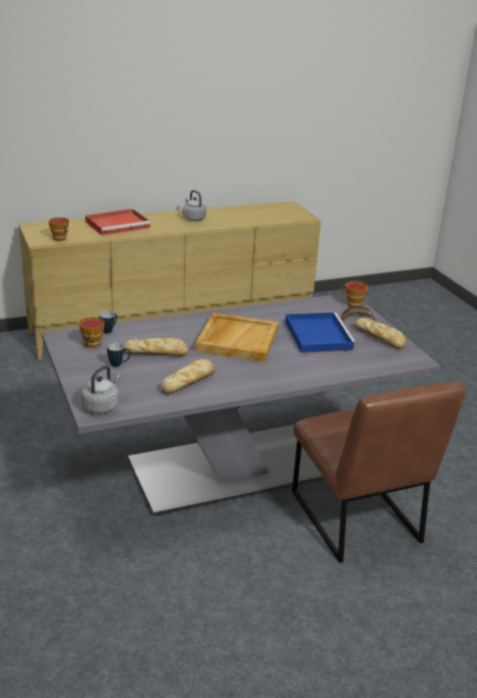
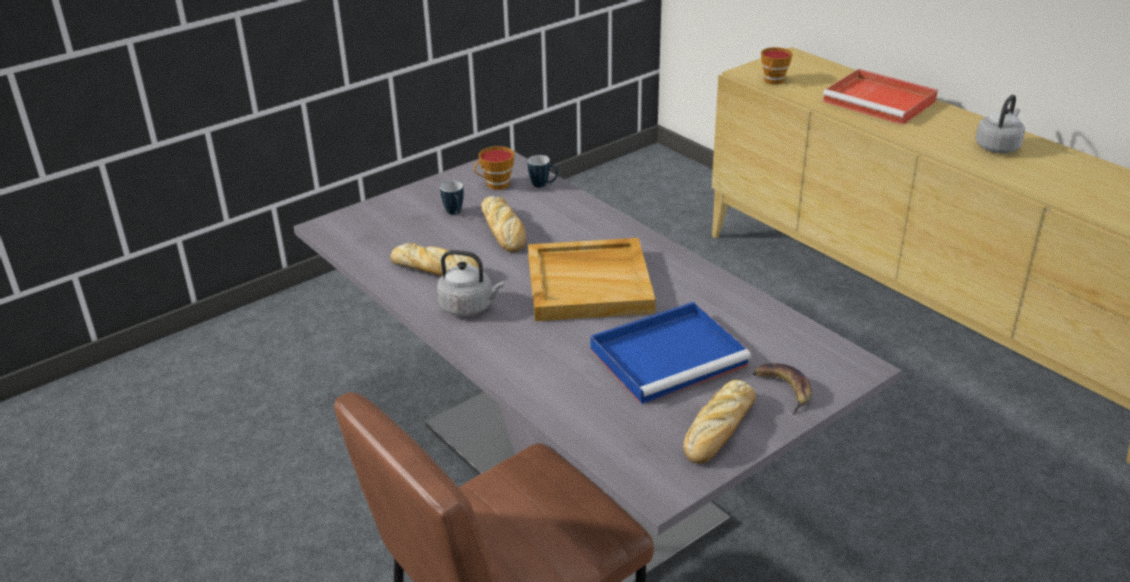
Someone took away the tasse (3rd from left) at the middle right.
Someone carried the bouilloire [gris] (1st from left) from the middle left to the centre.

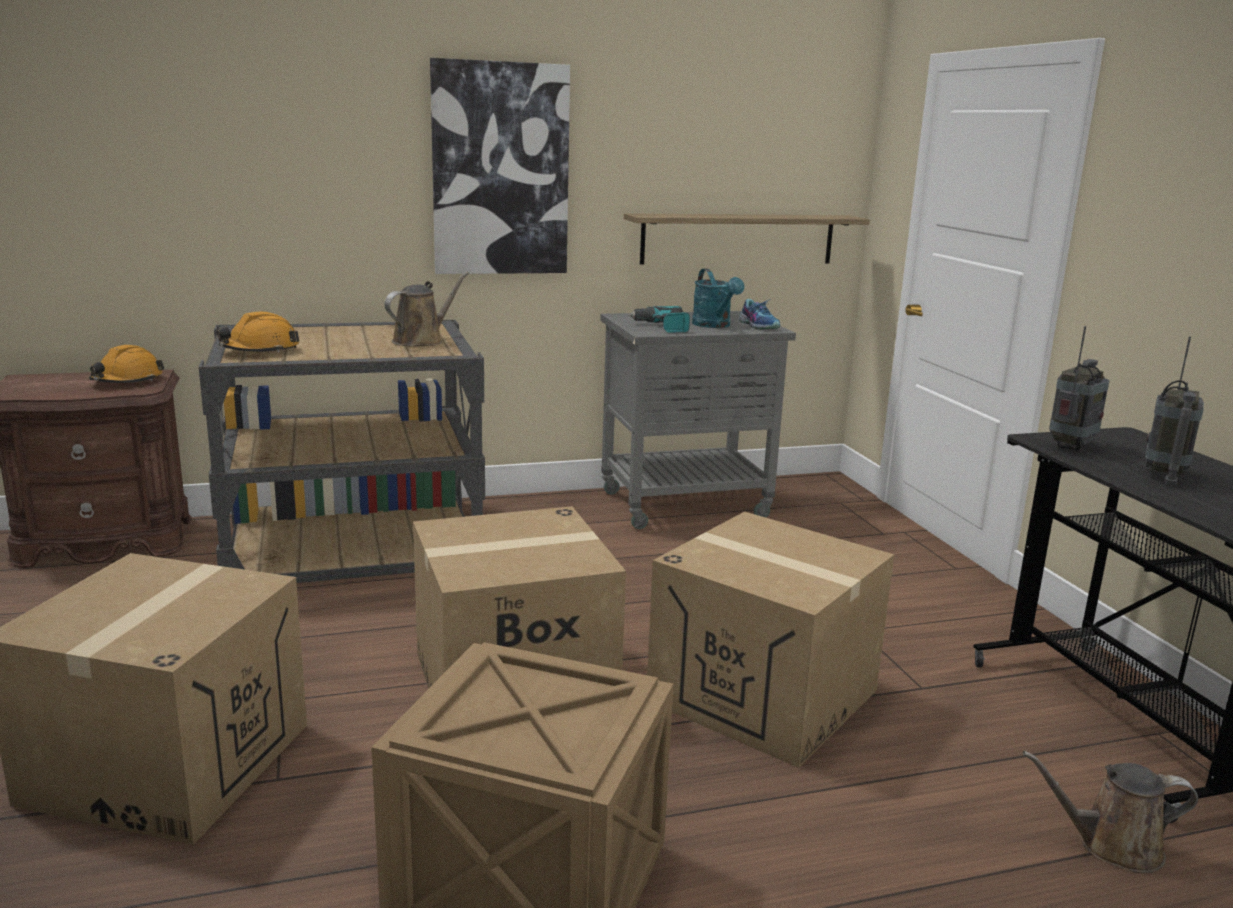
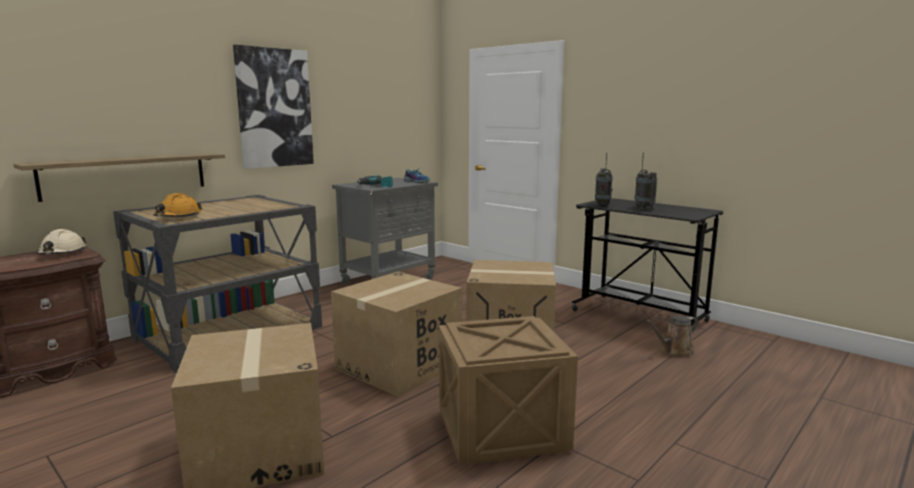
Someone took away the arrosoir [marron] (1st from left) at the centre.
Someone took away the arrosoir [turquoise] at the top centre.
Someone carried the étagère from the top centre to the middle left.
Someone repainted the casque de chantier [orange] (1st from left) at the middle left, which became the casque de chantier [beige] at the middle left.

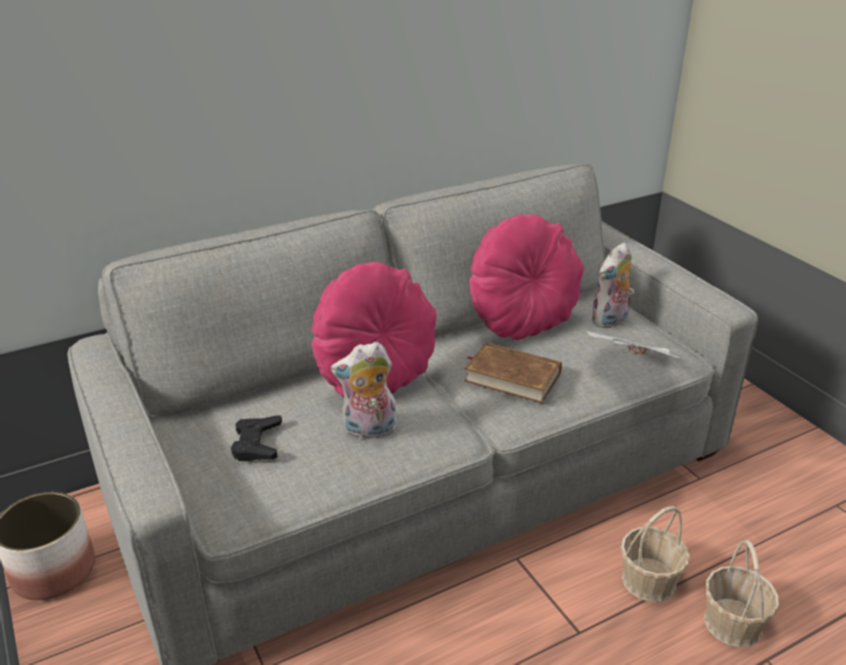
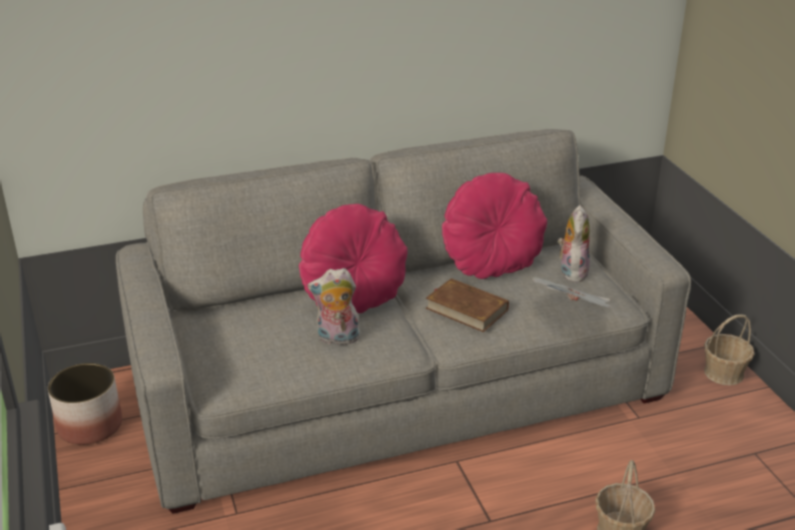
Someone took away the manette [noir] at the middle left.
Someone carried the panier (1st from left in the first image) from the bottom right to the middle right.
Someone rotated the peluche (2nd from left) at the middle right by 135 degrees clockwise.

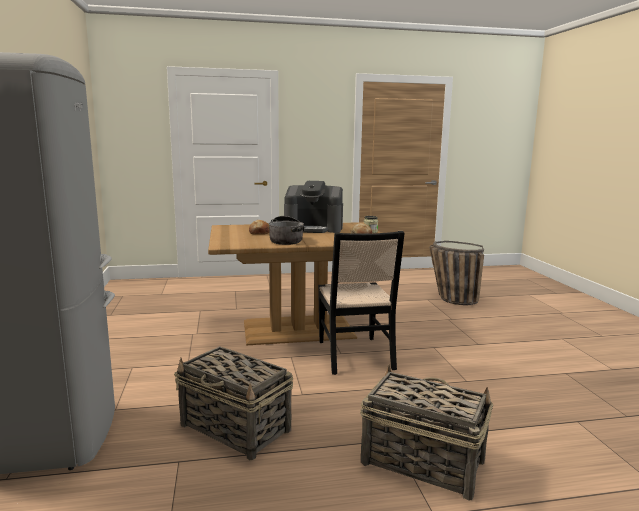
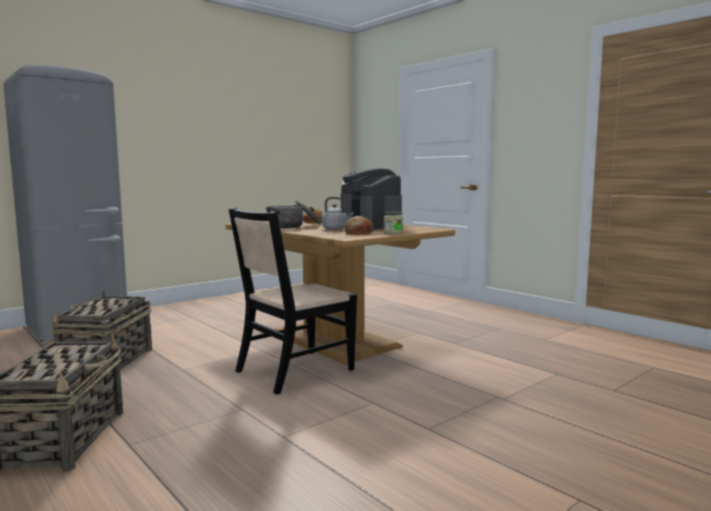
Someone took away the panier (3rd from left) at the middle right.
Someone put down the bouilloire [gris] at the centre.

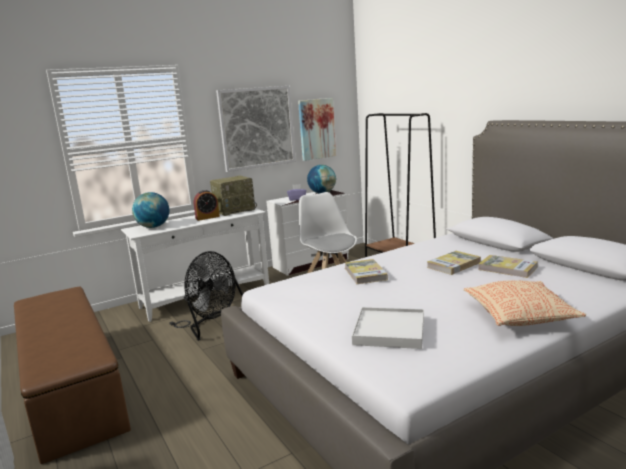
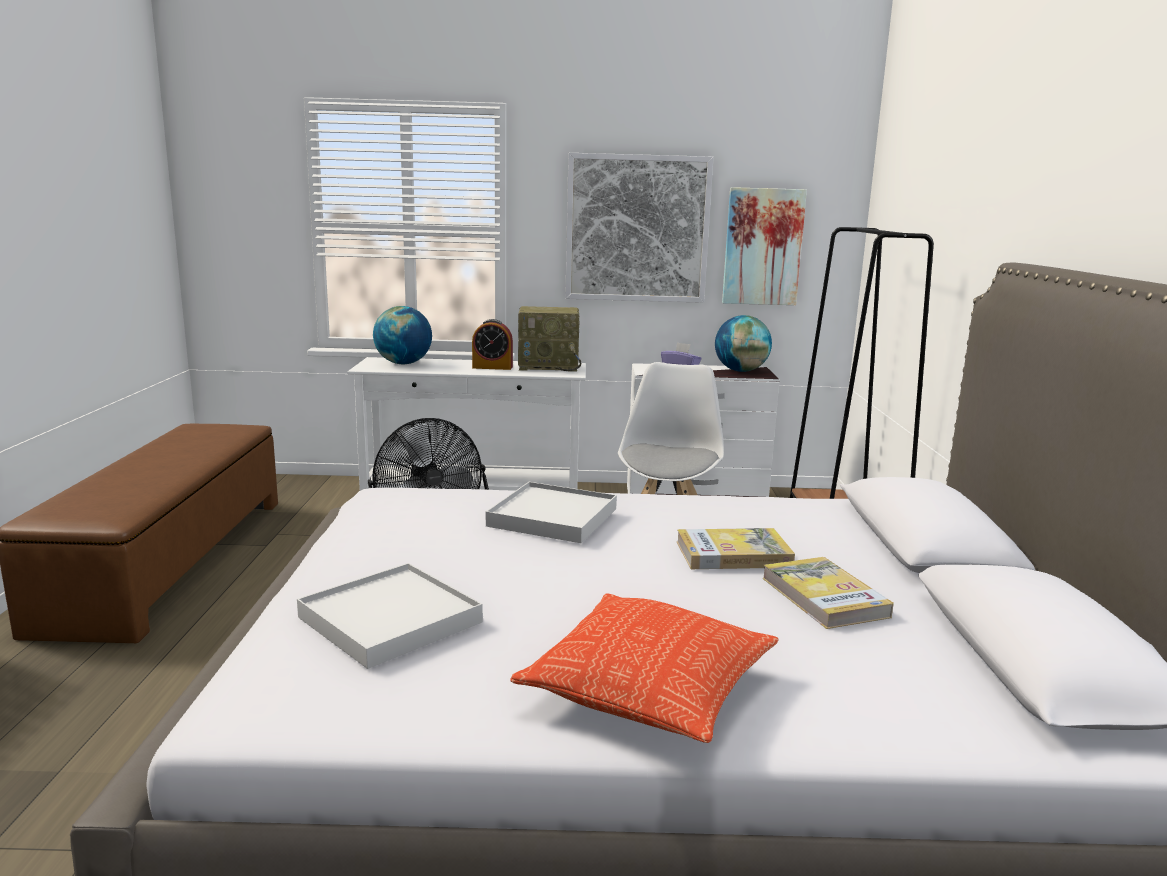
Someone swapped the livre (1st from left) at the centre for the plateau [blanc] (2nd from left) at the centre.
Someone repainted the coussin [beige] at the middle right, which became the coussin [orange] at the bottom centre.

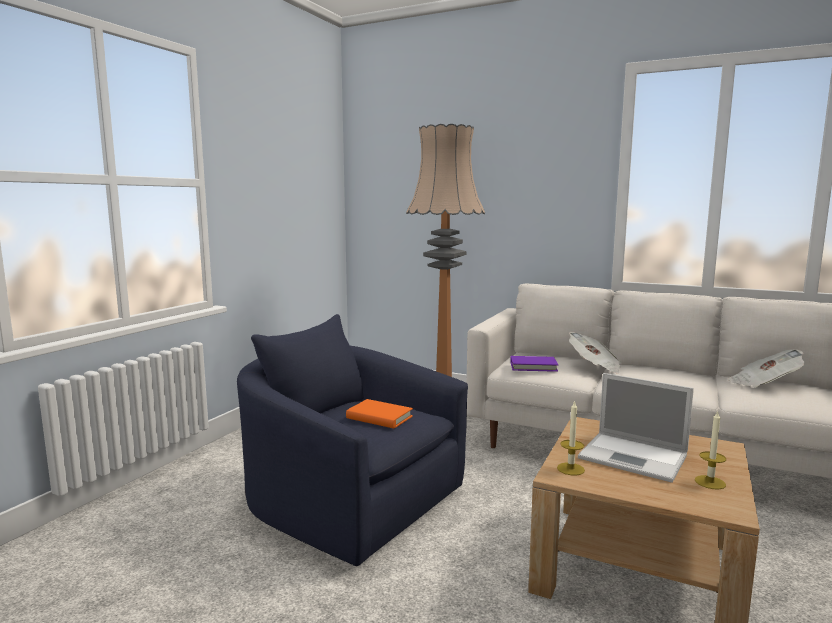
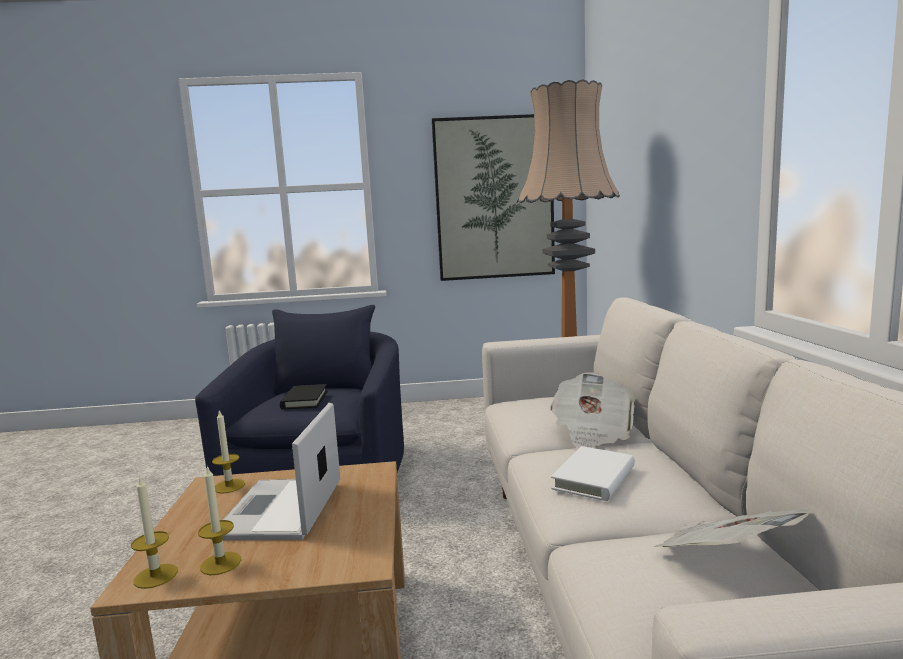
Someone took away the livre [violet] at the centre.
Someone put down the bougie (1st from left) at the bottom left.
Someone put up the tableau at the top centre.
Someone put down the livre [blanc] at the bottom centre.
Someone repainted the livre [orange] at the centre, which became the livre [noir] at the centre.

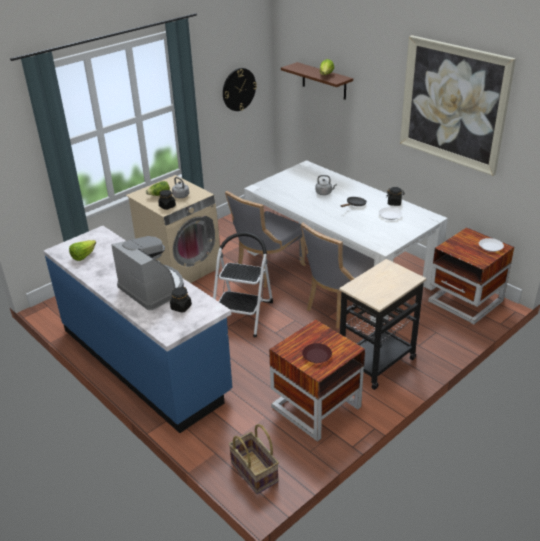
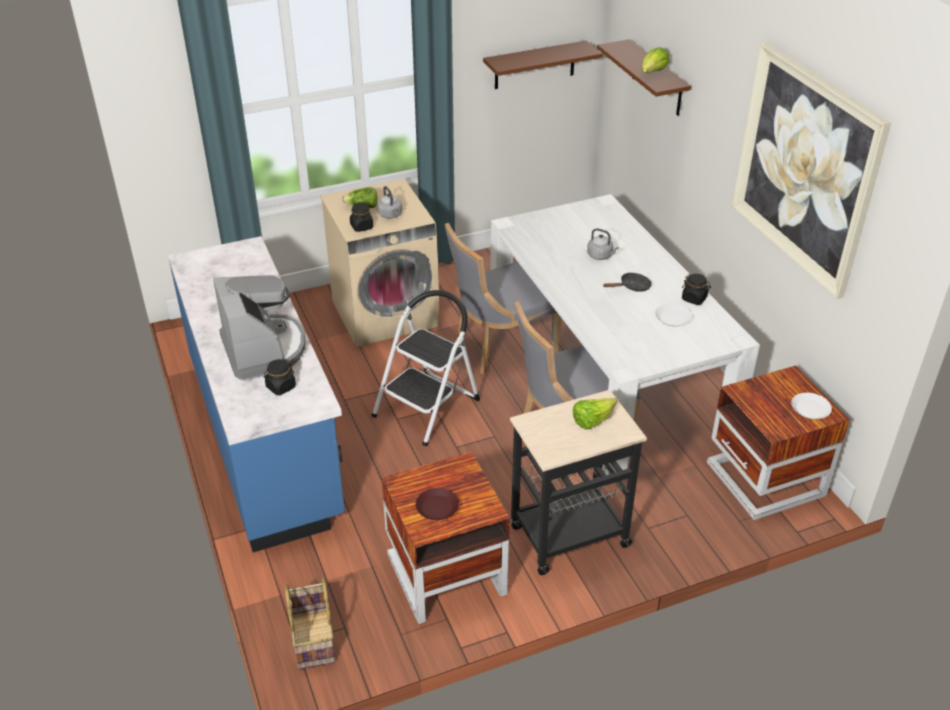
Someone carried the laitue (1st from left in the first image) from the middle left to the centre.
Someone swapped the horloge murale at the top centre for the étagère [marron] (1st from left) at the top centre.

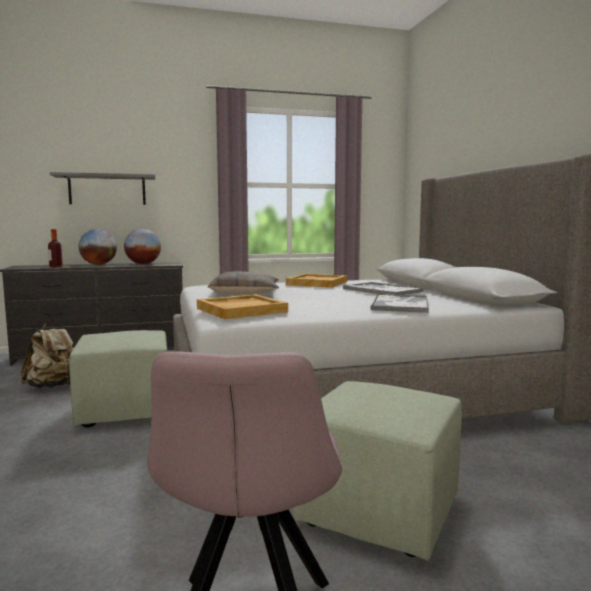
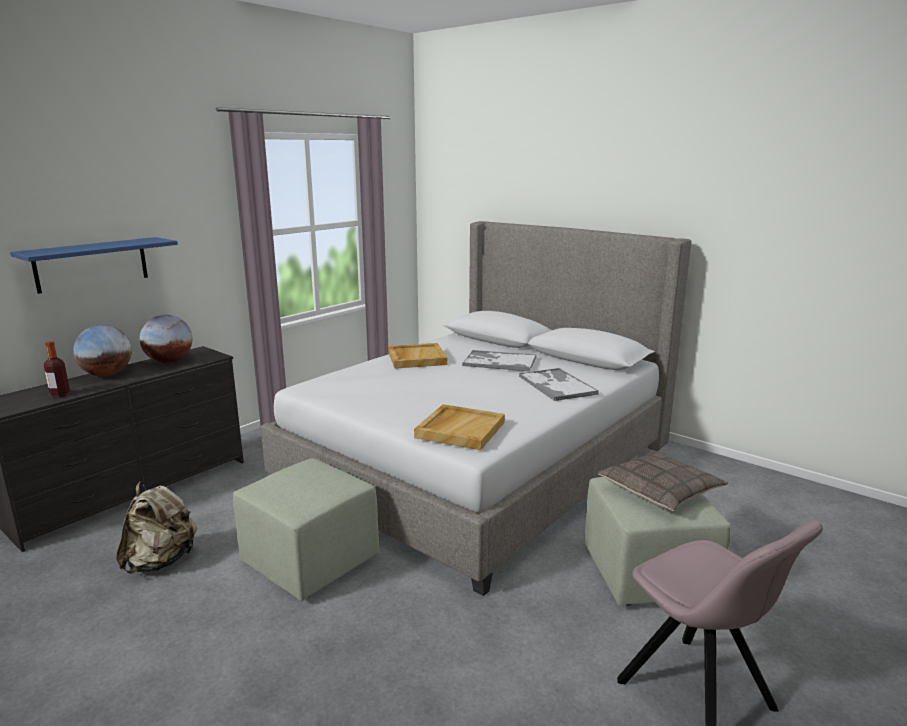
Someone carried the coussin from the centre to the middle right.
Someone repainted the étagère [gris] at the top left, which became the étagère [bleu] at the middle left.

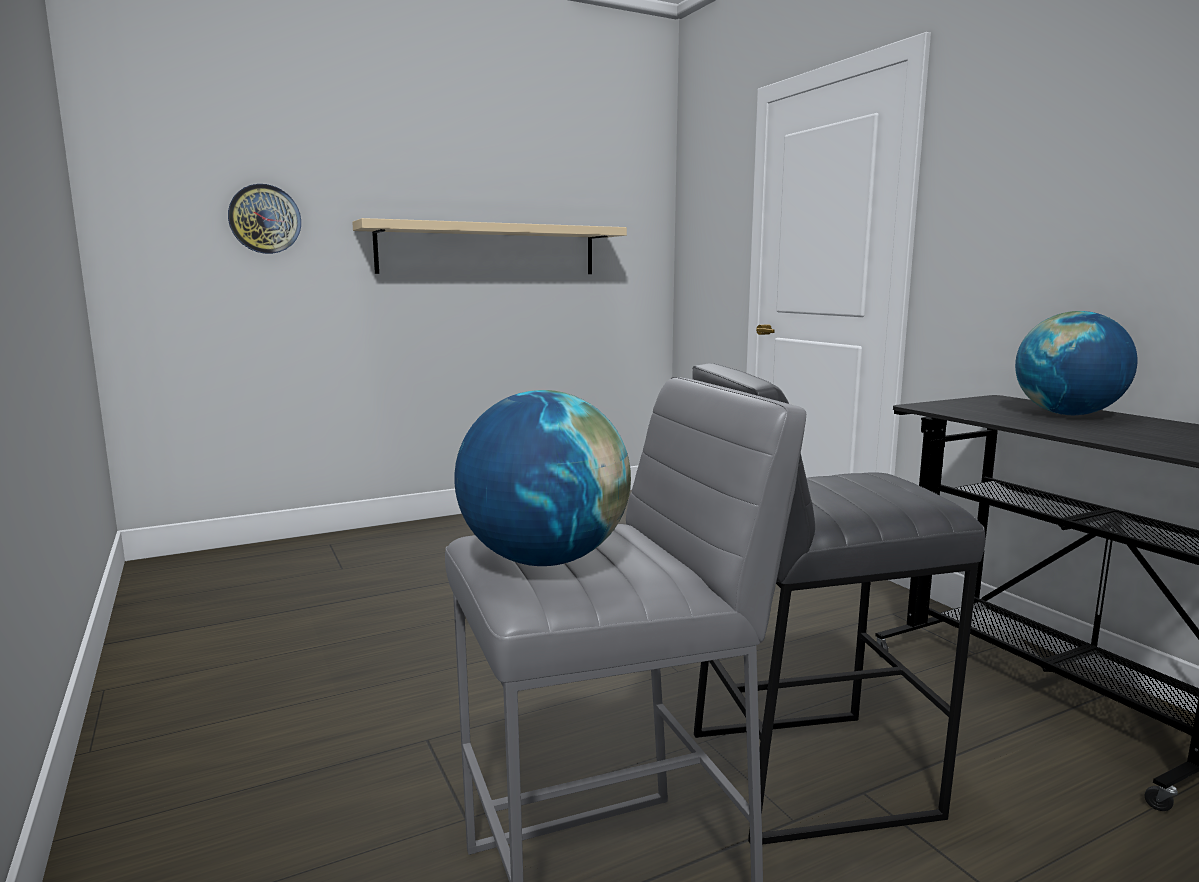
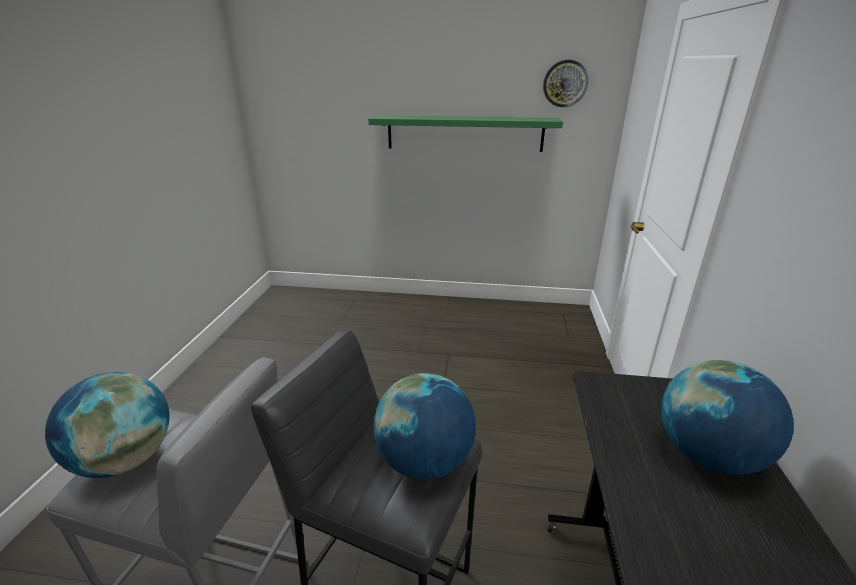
Someone put down the globe (2nd from left) at the bottom centre.
Someone carried the horloge murale from the top left to the top centre.
Someone repainted the étagère [beige] at the top centre, which became the étagère [vert] at the top centre.

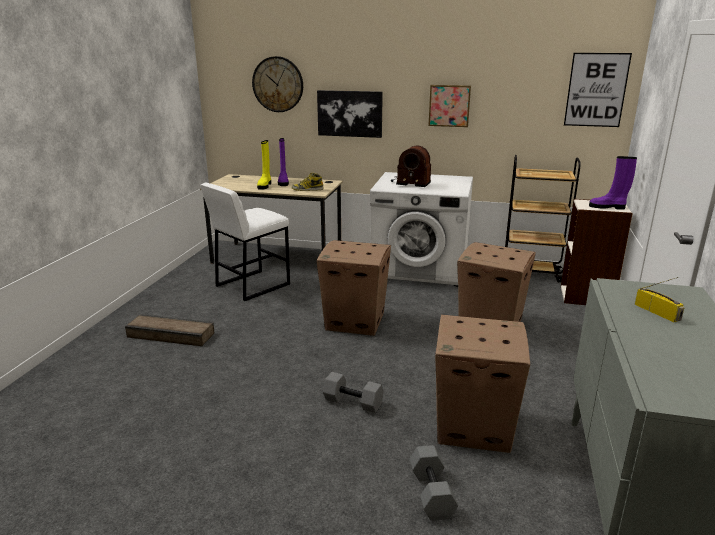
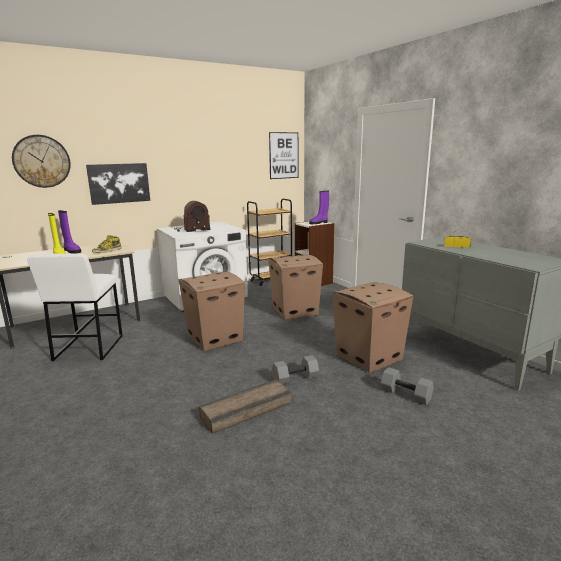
Someone took away the tableau (2nd from left) at the top centre.
Someone carried the caisse from the middle left to the bottom centre.

